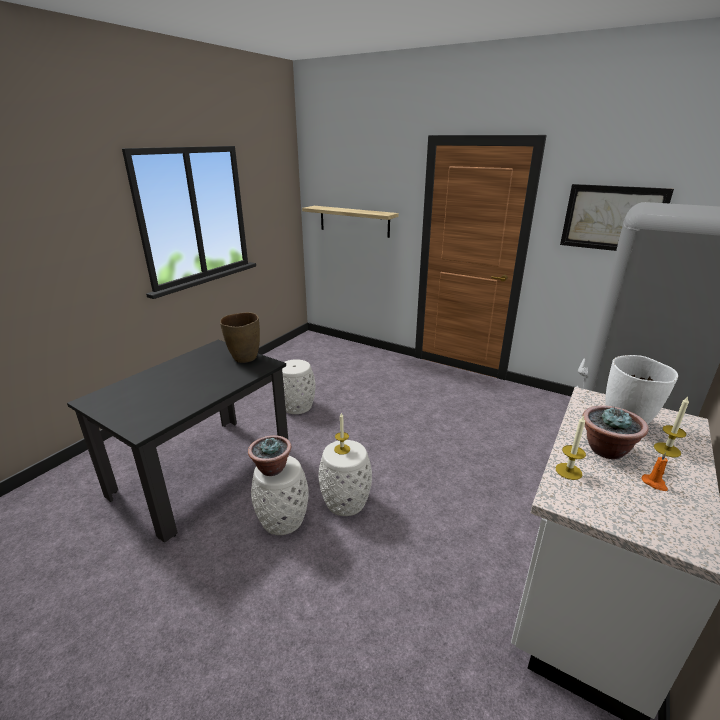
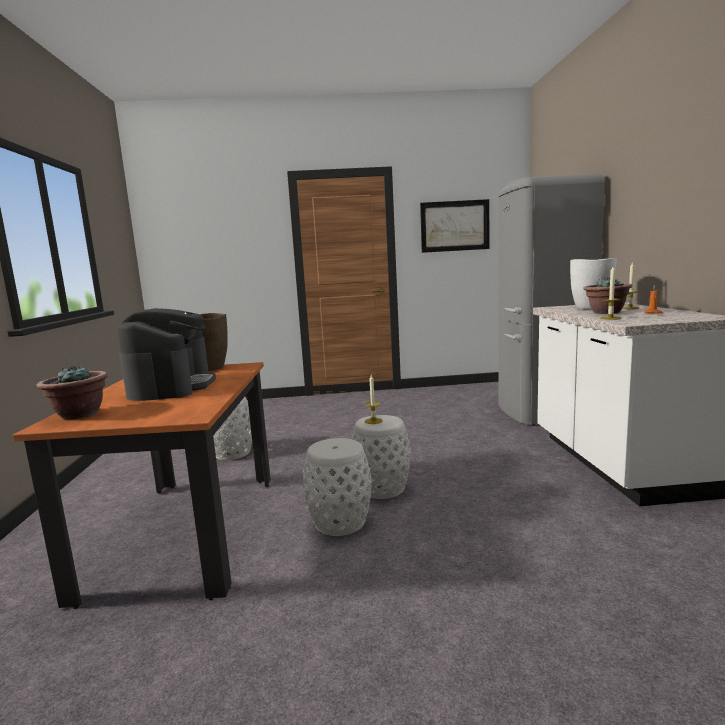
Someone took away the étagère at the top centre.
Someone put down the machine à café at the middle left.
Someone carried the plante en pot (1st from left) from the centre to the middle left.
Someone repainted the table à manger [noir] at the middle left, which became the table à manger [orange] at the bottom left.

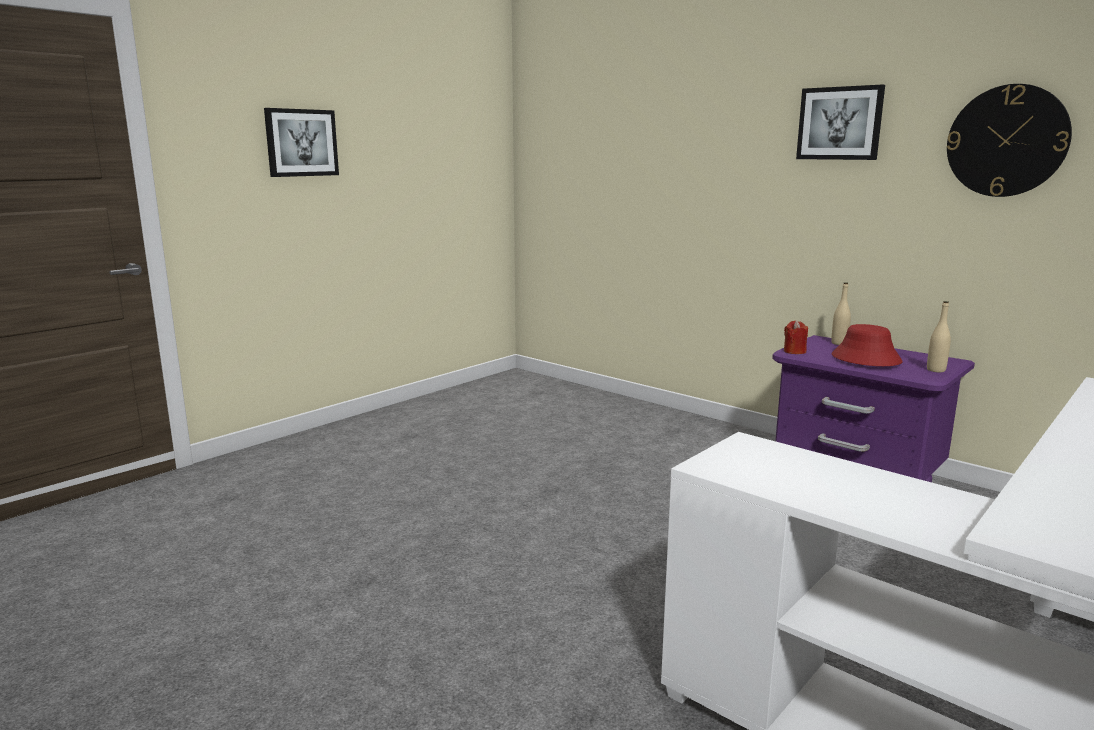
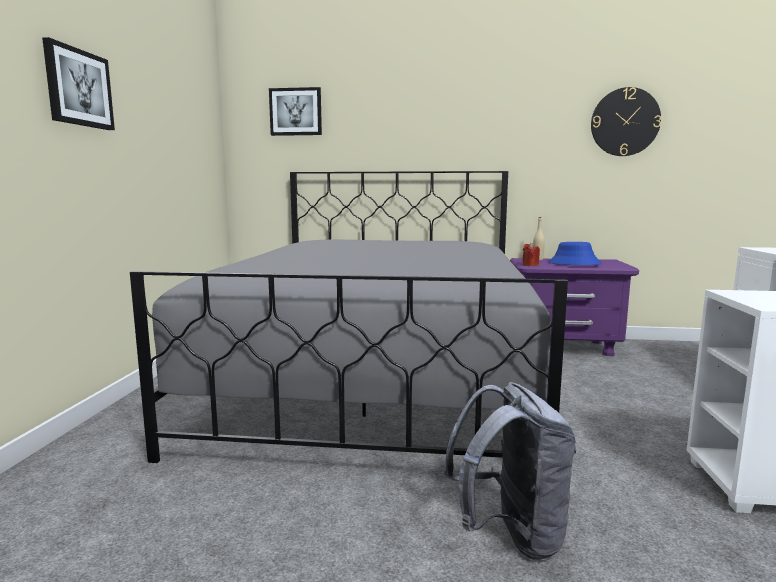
Someone took away the bouteille [beige] (2nd from left) at the middle right.
Someone put down the lit [gris] at the centre.
Someone put down the sac à dos [gris] at the bottom centre.
Someone carried the tableau (2nd from left) from the top right to the top centre.
Someone repainted the chapeau [rouge] at the middle right, which became the chapeau [bleu] at the middle right.

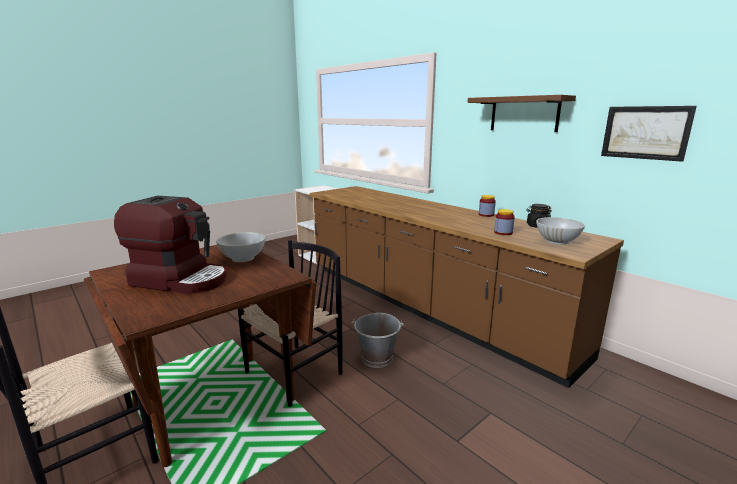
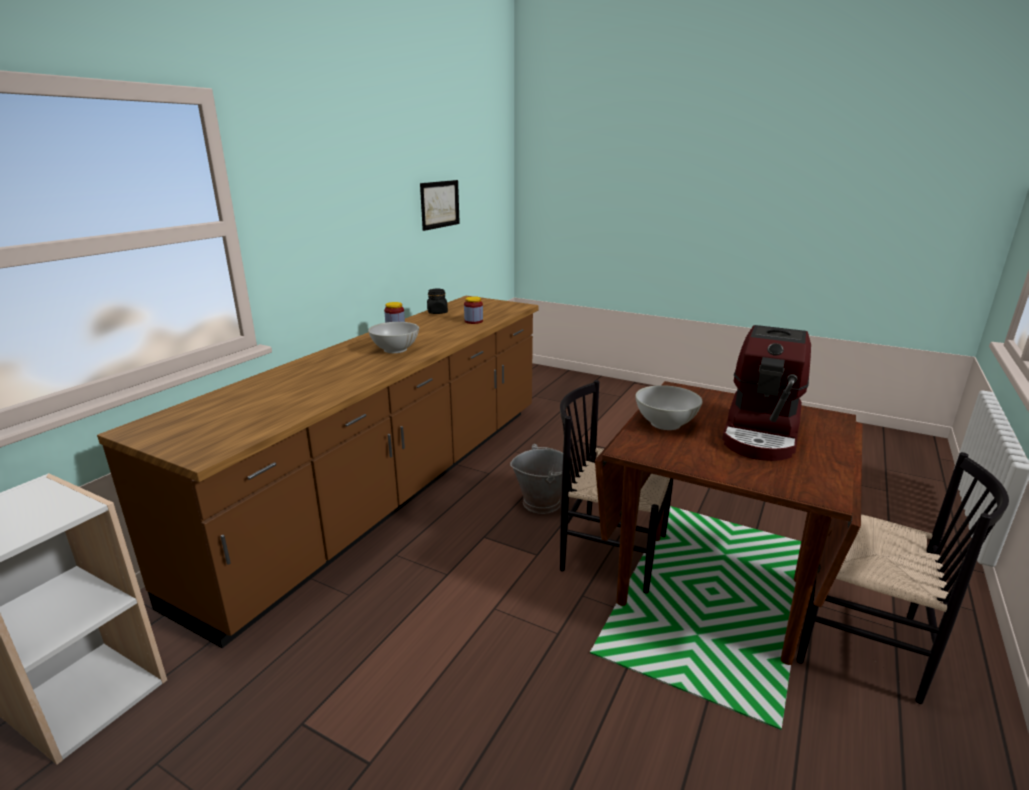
Someone took away the étagère [marron] at the top right.
Someone carried the bol [blanc] (2nd from left in the first image) from the middle right to the centre.
Someone rotated the machine à café at the middle left by 150 degrees counterclockwise.

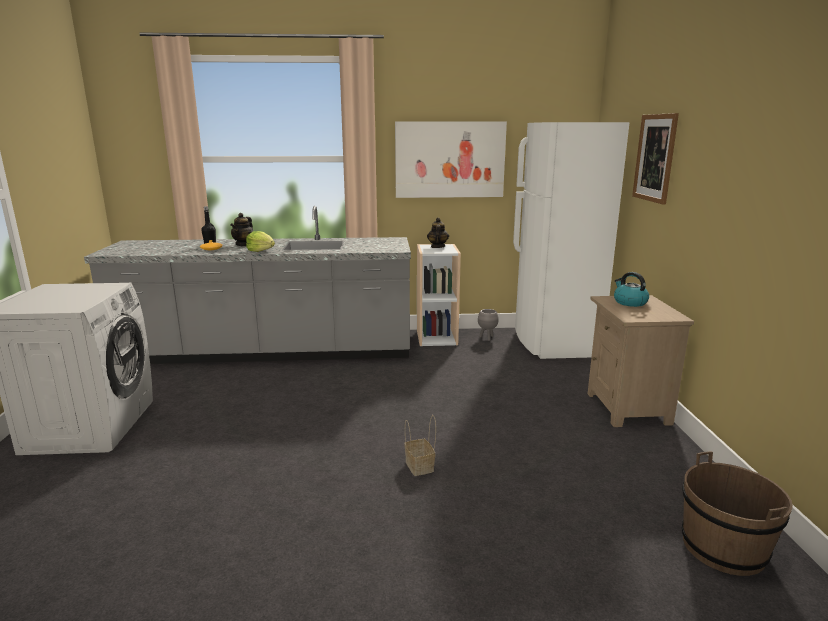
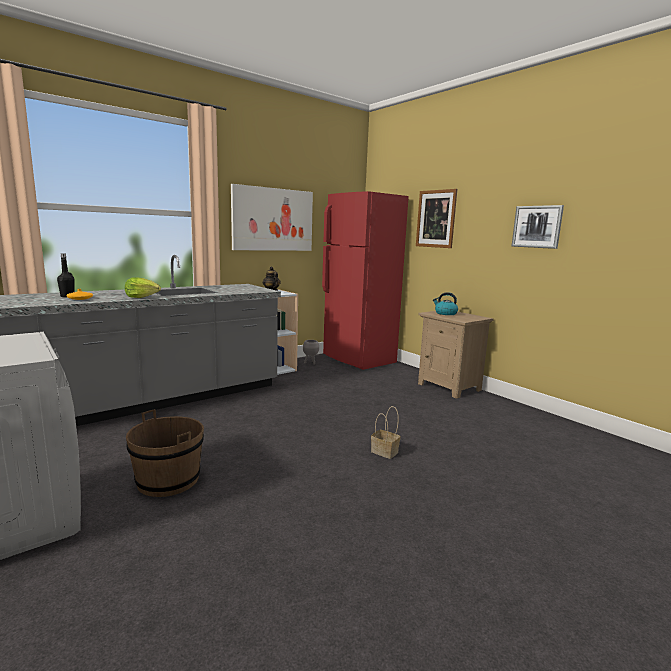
Someone took away the théière (1st from left) at the middle left.
Someone put up the tableau (3rd from left) at the middle right.
Someone carried the seau [marron] from the bottom right to the bottom left.
Someone repainted the réfrigérateur [blanc] at the middle right, which became the réfrigérateur [rouge] at the centre.

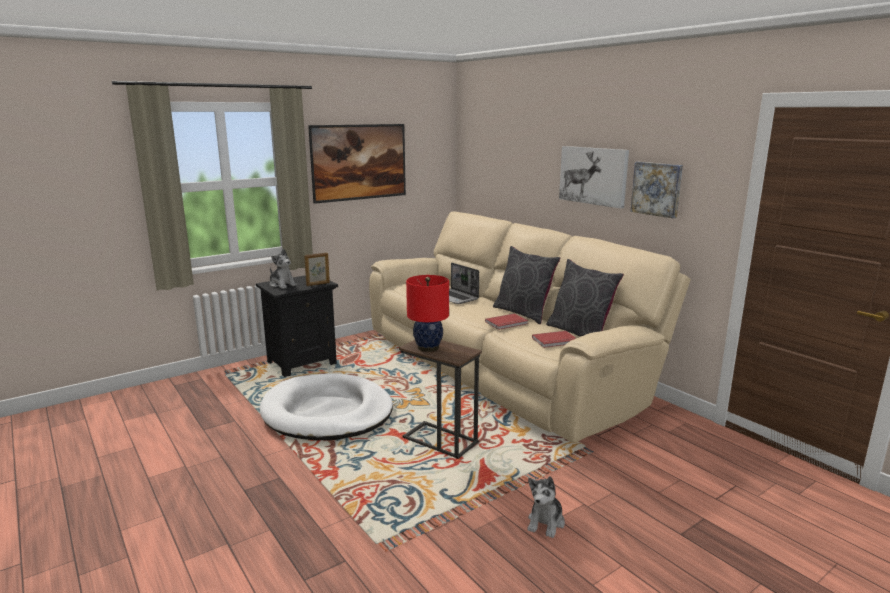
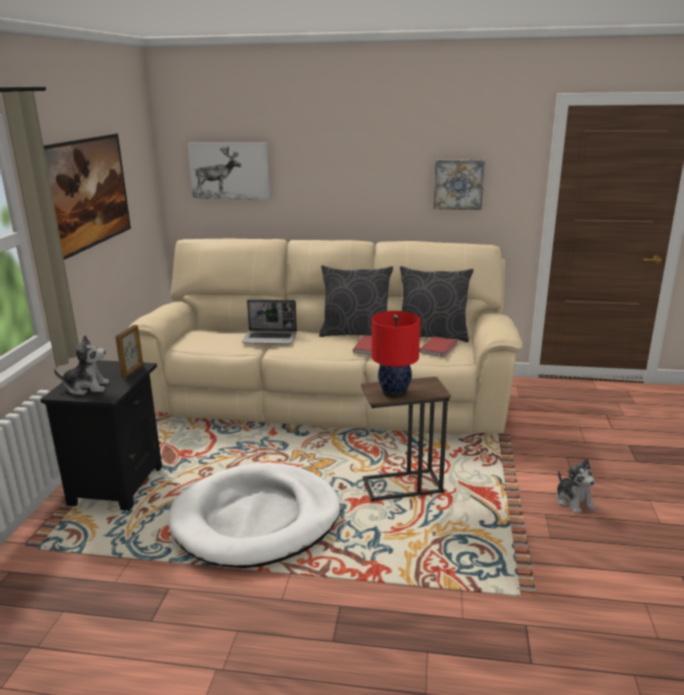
Someone carried the tableau (2nd from left) from the top right to the top centre.

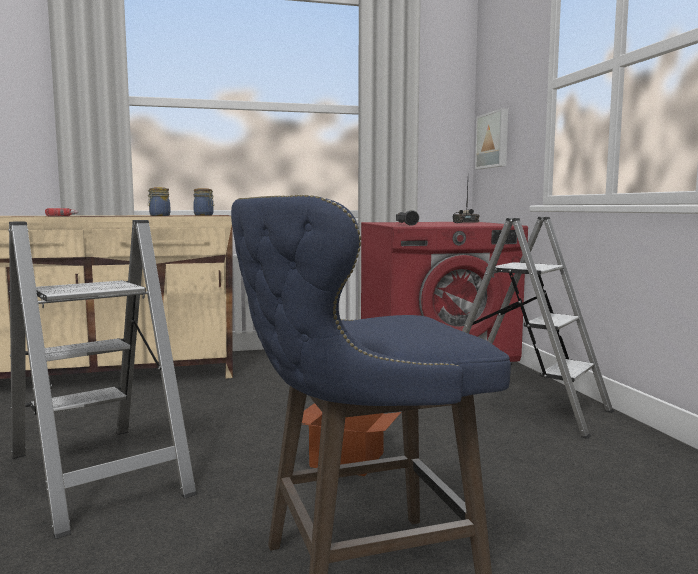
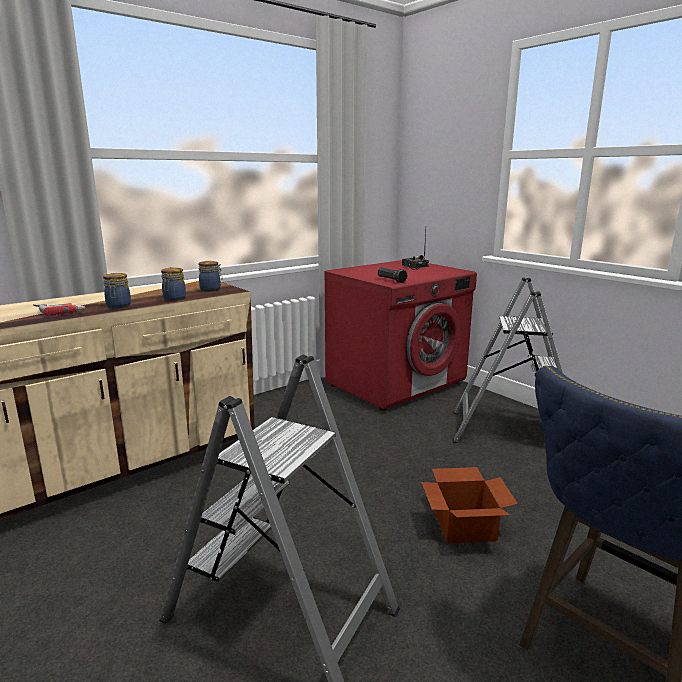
Someone took away the tableau at the top right.
Someone put down the bocal (1st from left) at the middle left.

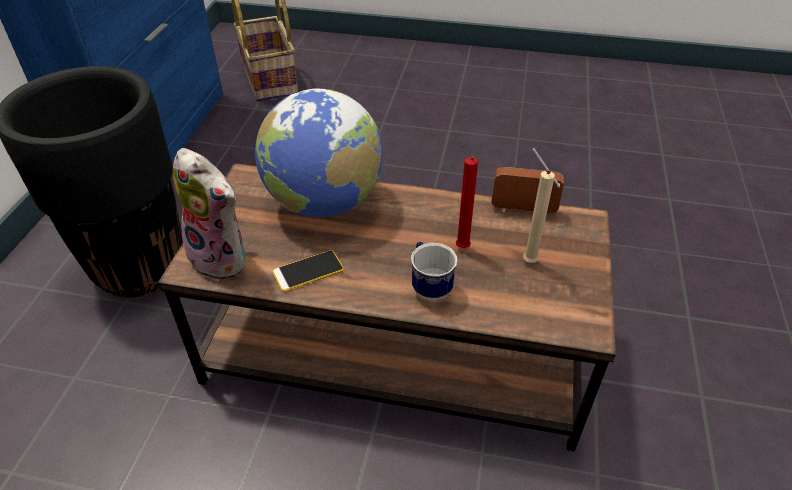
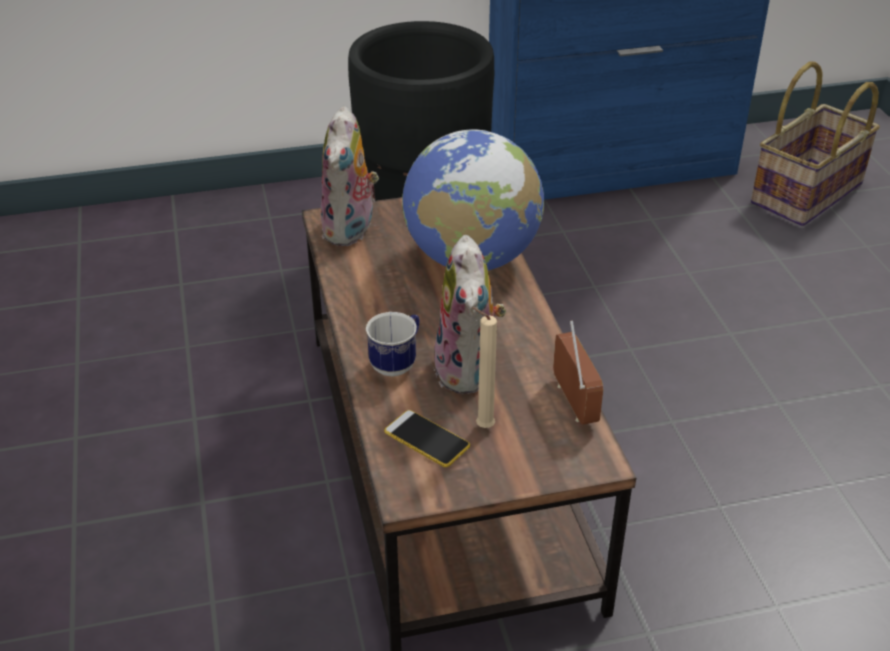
Someone carried the téléphone from the centre to the bottom centre.
Someone swapped the bougie [rouge] at the centre for the peluche (2nd from left) at the centre.

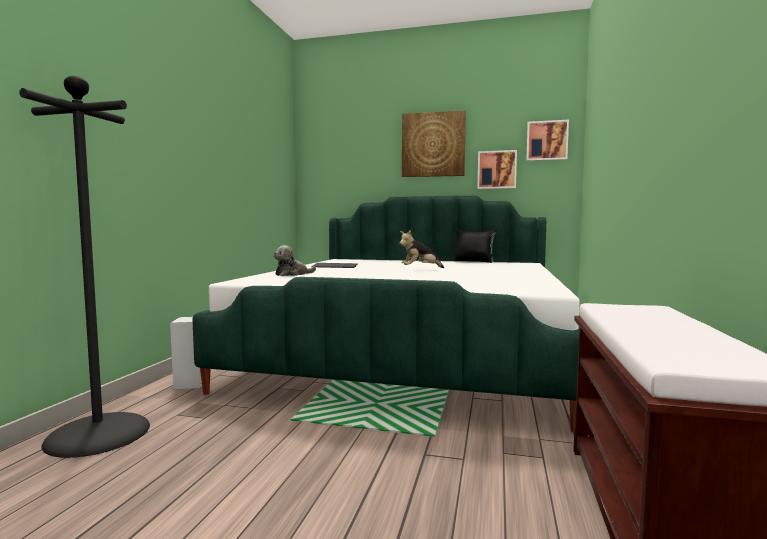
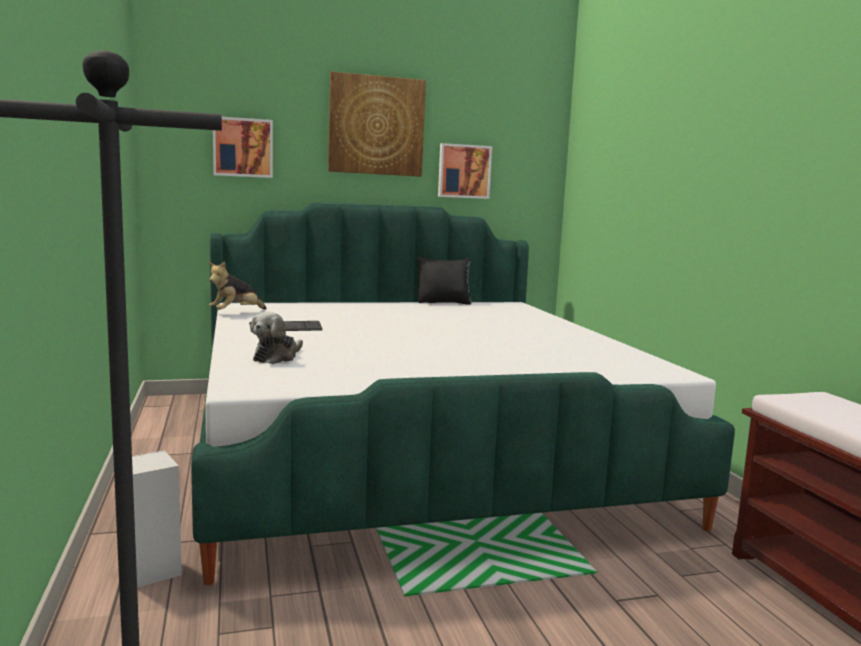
Someone carried the peluche (2nd from left in the first image) from the centre to the middle left.
Someone carried the tableau (3rd from left in the first image) from the top right to the top left.

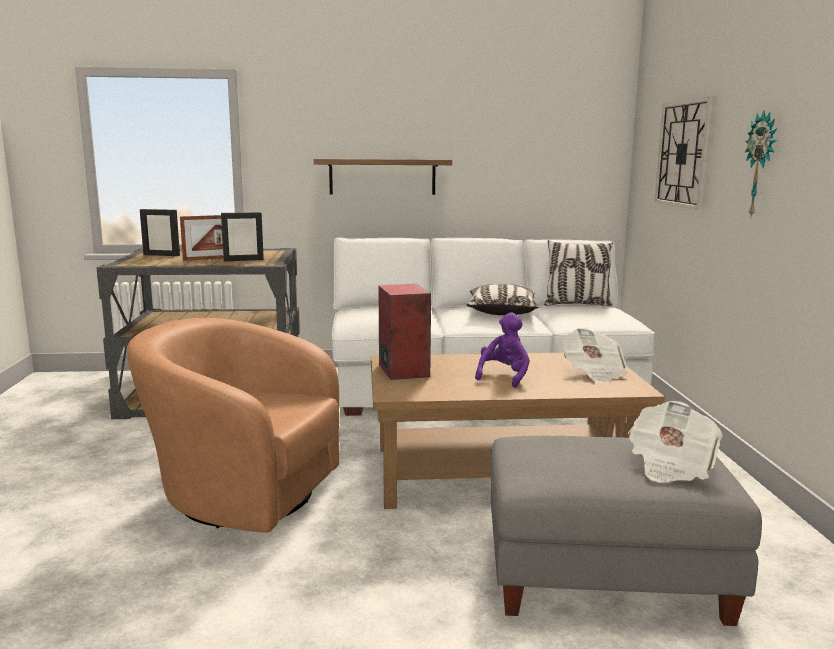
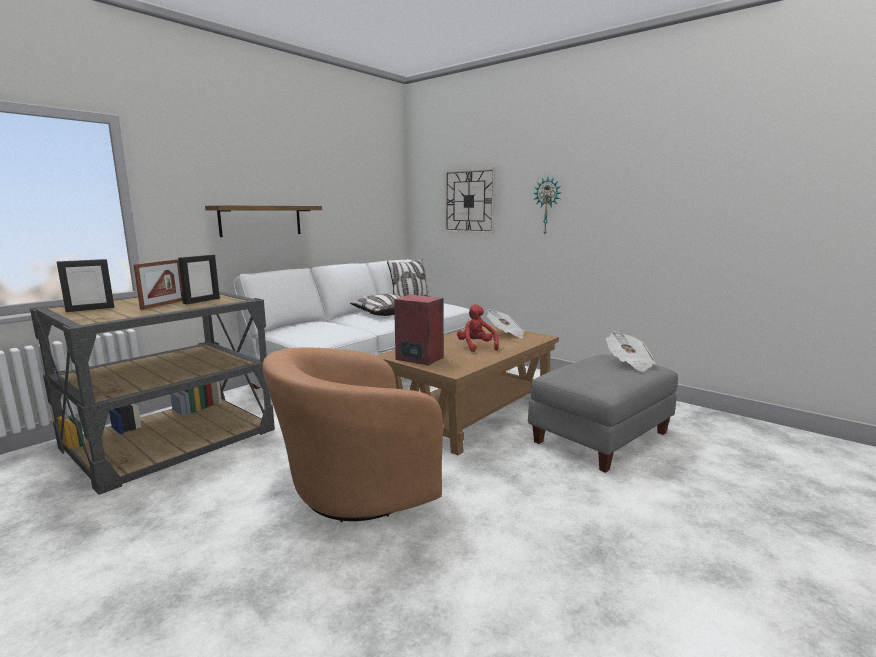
Someone repainted the peluche [violet] at the centre, which became the peluche [rouge] at the centre.

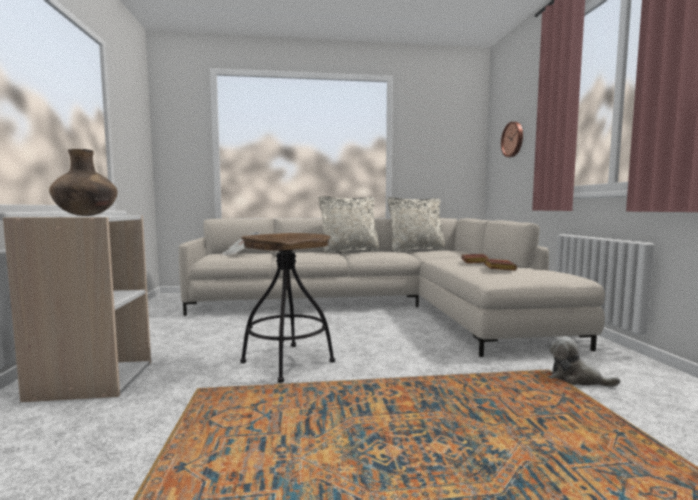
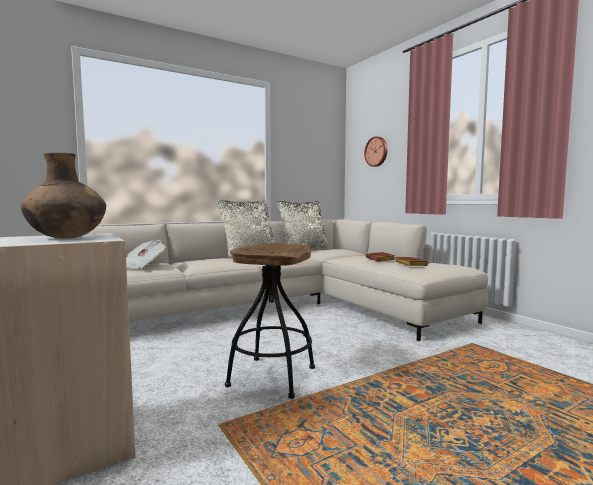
Someone took away the peluche at the bottom right.

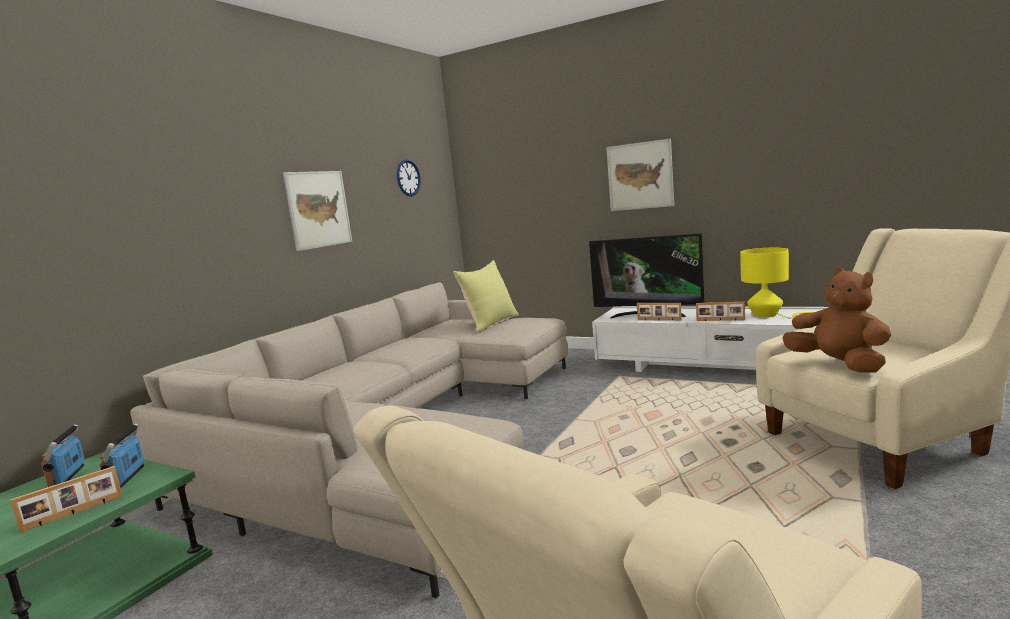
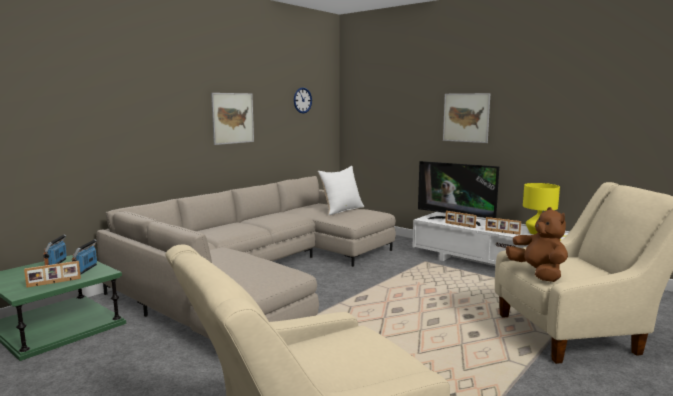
Someone repainted the coussin [jaune] at the centre, which became the coussin [blanc] at the centre.

